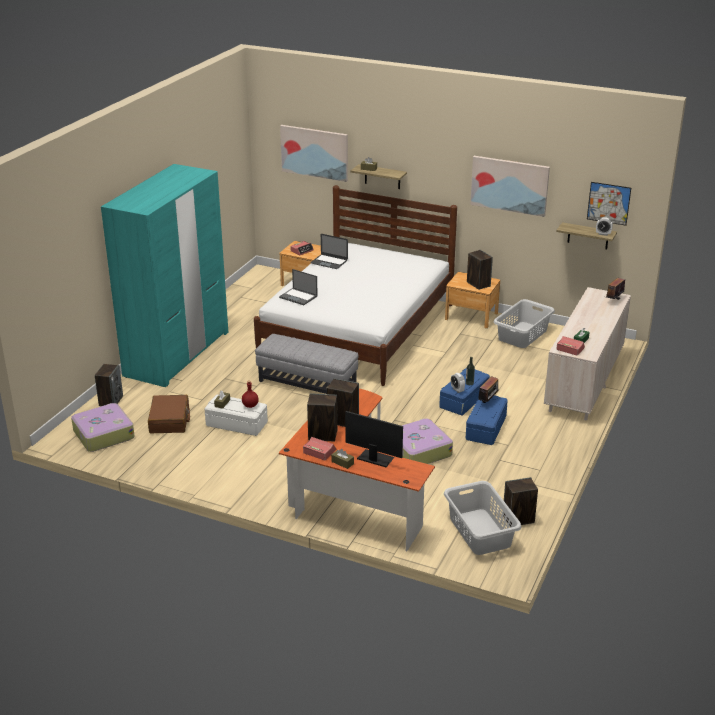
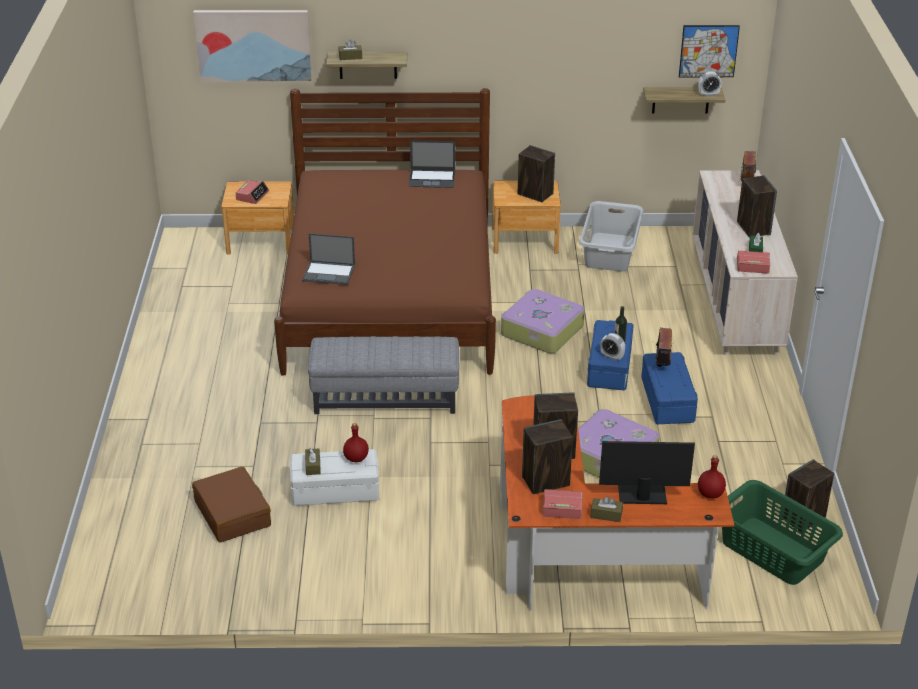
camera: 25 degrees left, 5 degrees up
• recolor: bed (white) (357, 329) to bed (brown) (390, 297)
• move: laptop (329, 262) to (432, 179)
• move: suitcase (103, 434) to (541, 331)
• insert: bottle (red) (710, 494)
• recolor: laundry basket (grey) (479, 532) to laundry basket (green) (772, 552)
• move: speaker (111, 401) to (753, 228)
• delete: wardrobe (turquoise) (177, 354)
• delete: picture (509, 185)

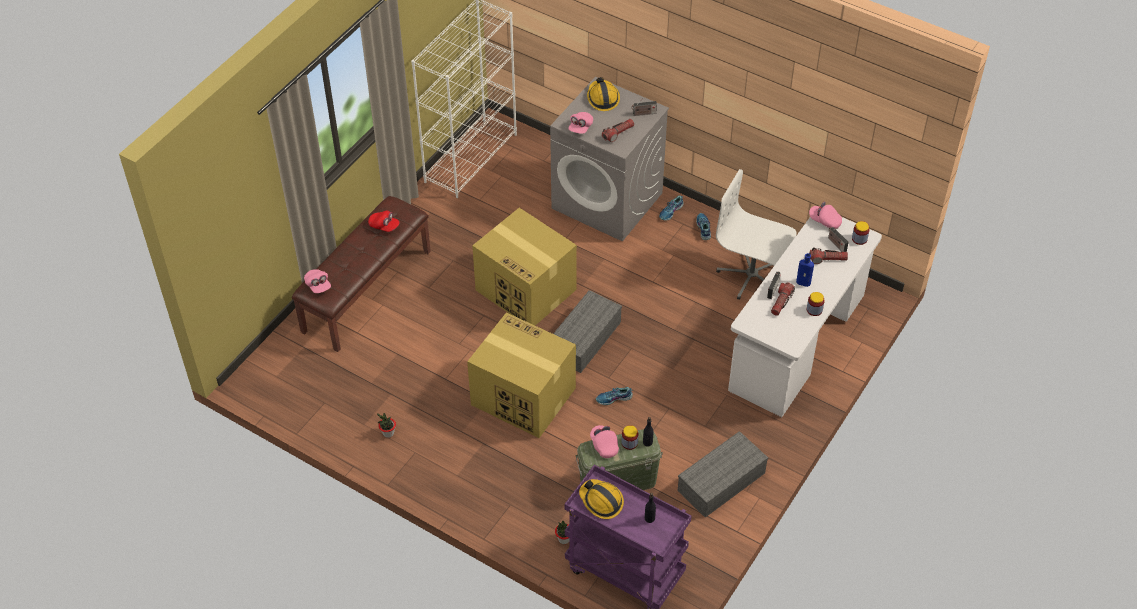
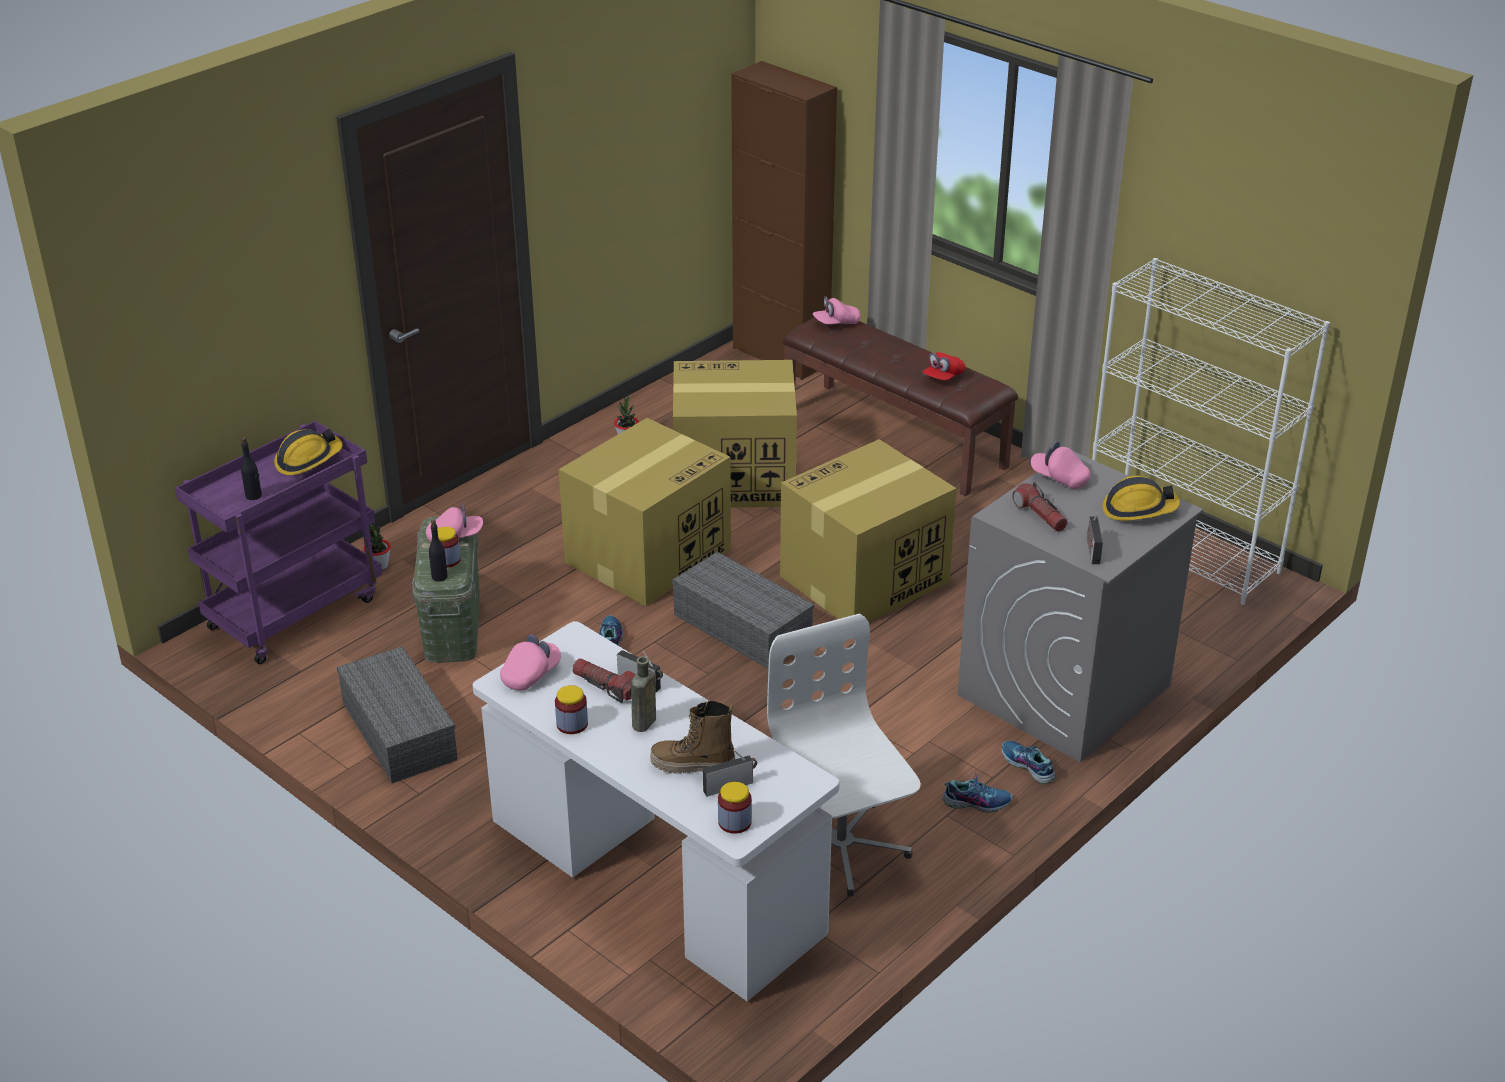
camera: 100 degrees right, 15 degrees down
• move: cap (pink) (824, 221) to (531, 674)
• recolor: bottle (blue) (804, 282) to bottle (brown) (643, 724)
• replace: flashlight (827, 259) to boot (692, 766)
• insert: cardboard box (732, 478)
• insert: cabinet (brown) (780, 356)
• rotate: office chair (white) (751, 276) = (840, 847) 60 degrees counterclockwise

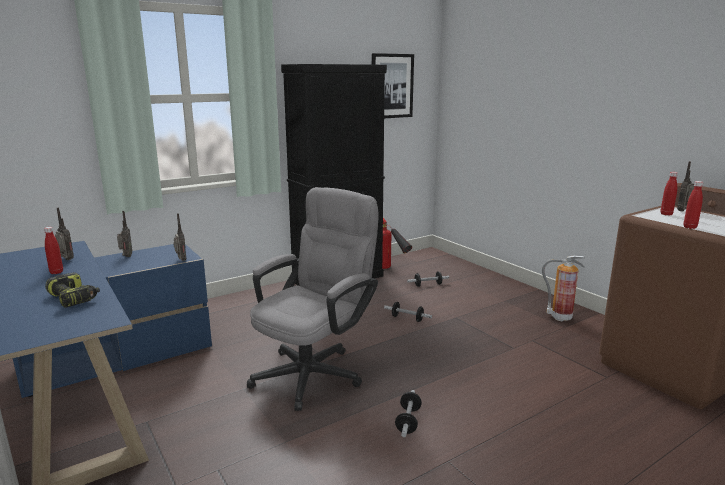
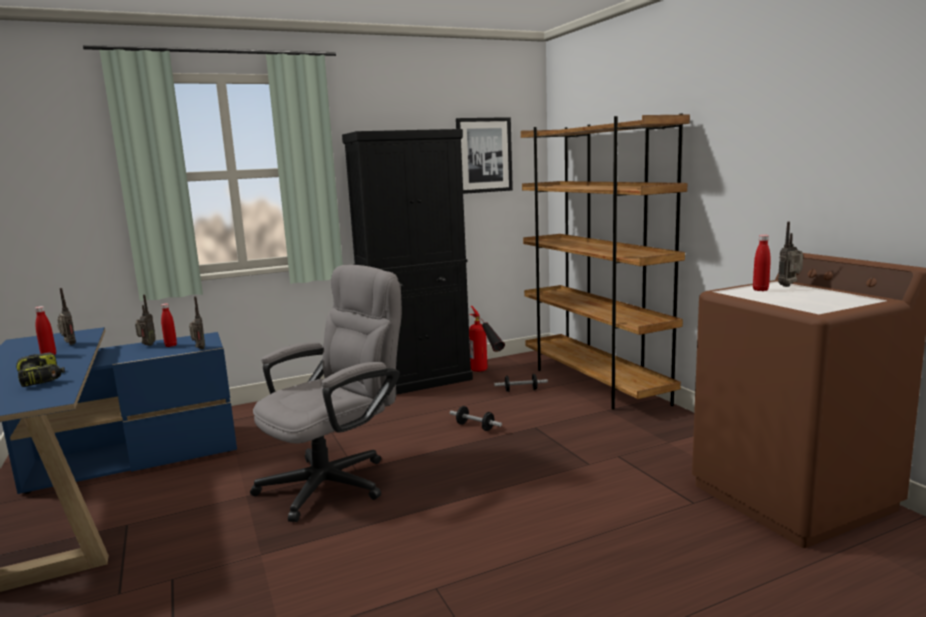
camera: 10 degrees right, 5 degrees down
• move: bottle (red) (690, 227) to (171, 345)
• insert: bookcase (brown) (594, 383)
• delete: dumbbell (408, 421)
• delete: fire extinguisher (560, 317)

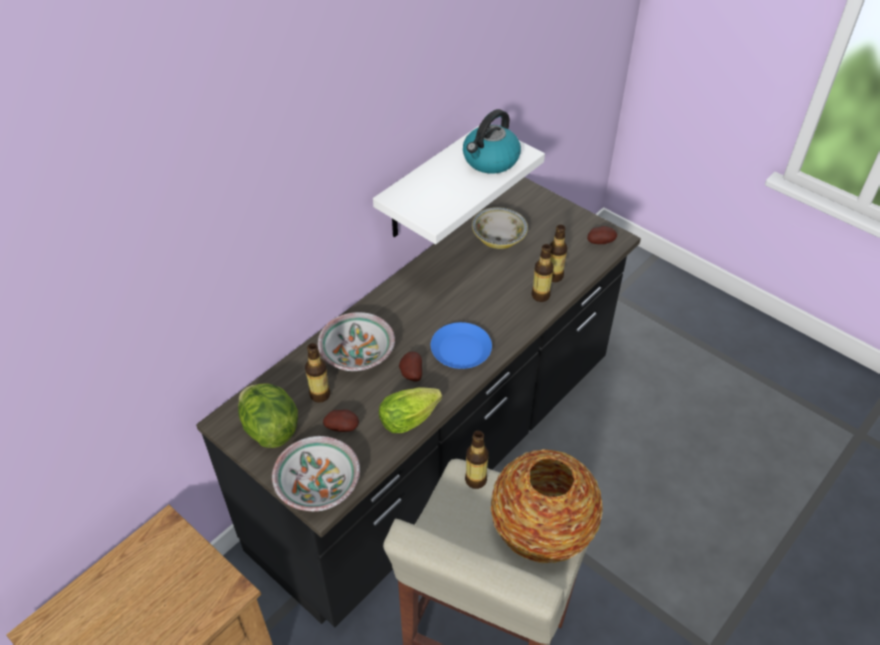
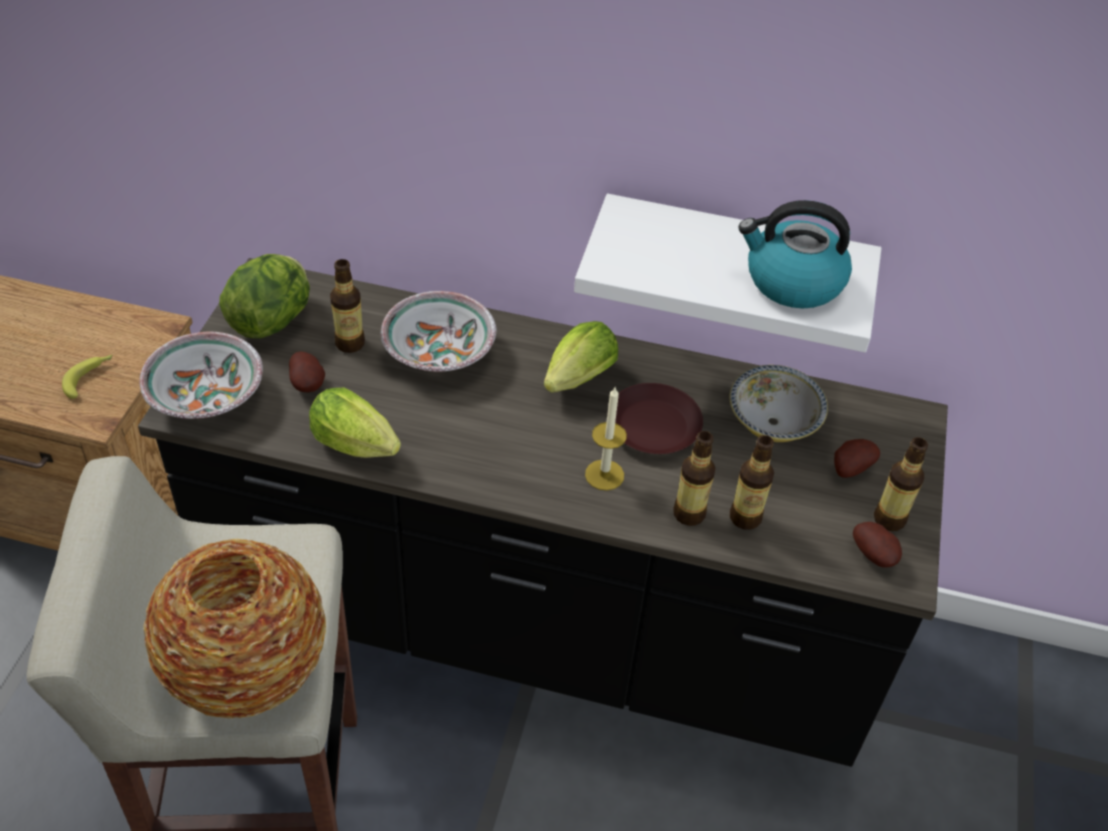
camera: 60 degrees right, 0 degrees up
• insert: banana (89, 378)
• insert: lettuce (576, 381)
• insert: candle (604, 475)
• insert: plate (brown) (652, 425)
• move: potato (410, 374) to (849, 468)
• move: bottle (475, 480) to (889, 519)
• delete: plate (blue) (460, 350)

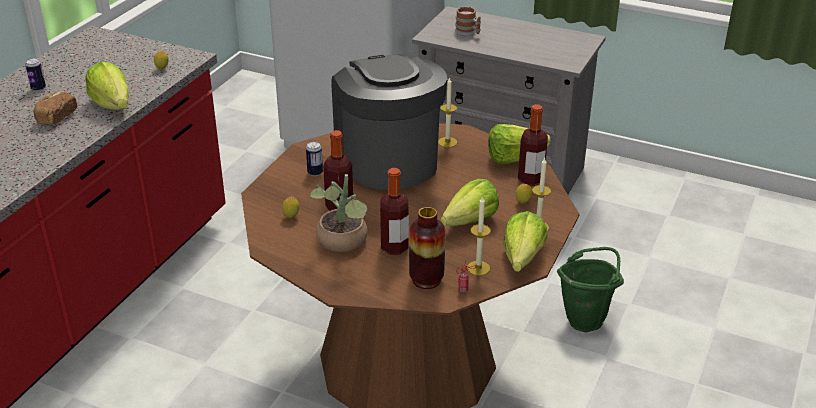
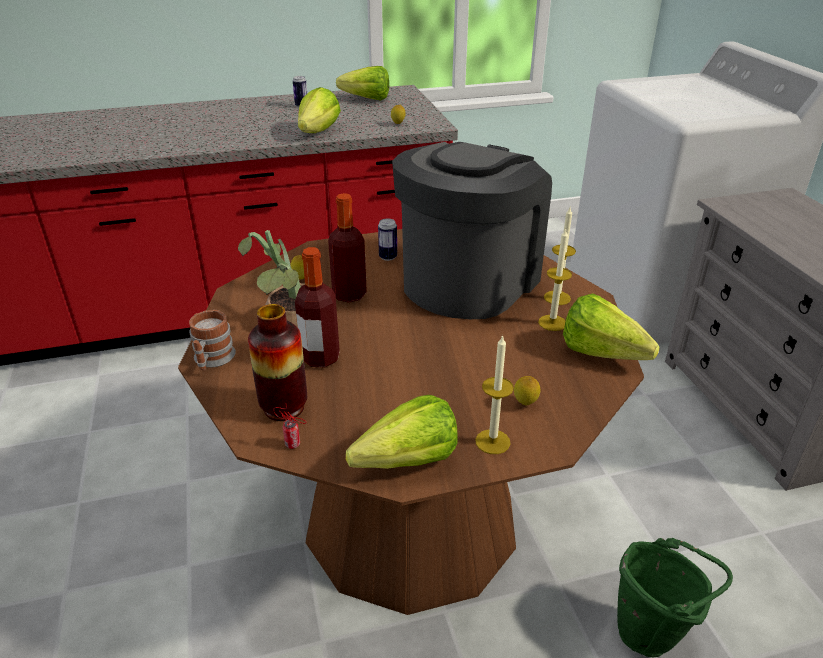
camera: 50 degrees right, 0 degrees up
• move: mug (468, 33) to (212, 360)
• move: lettuce (465, 224) to (363, 99)
• move: candle (478, 268) to (552, 323)
• delete: bread (56, 117)
• delete: bottle (530, 179)

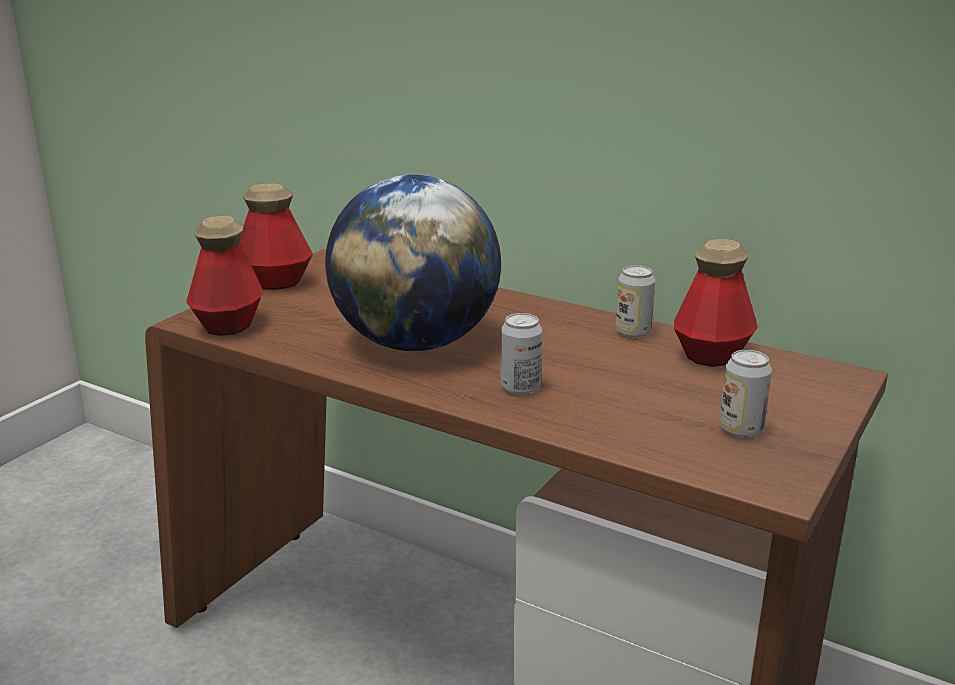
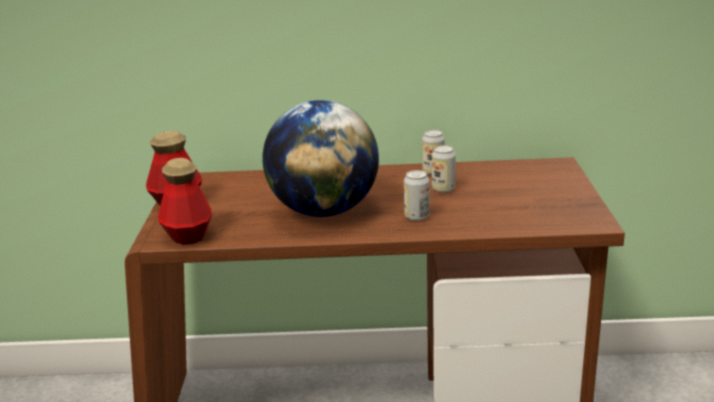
camera: 30 degrees left, 0 degrees up
• move: can (741, 430) to (443, 189)
• delete: bottle (712, 355)

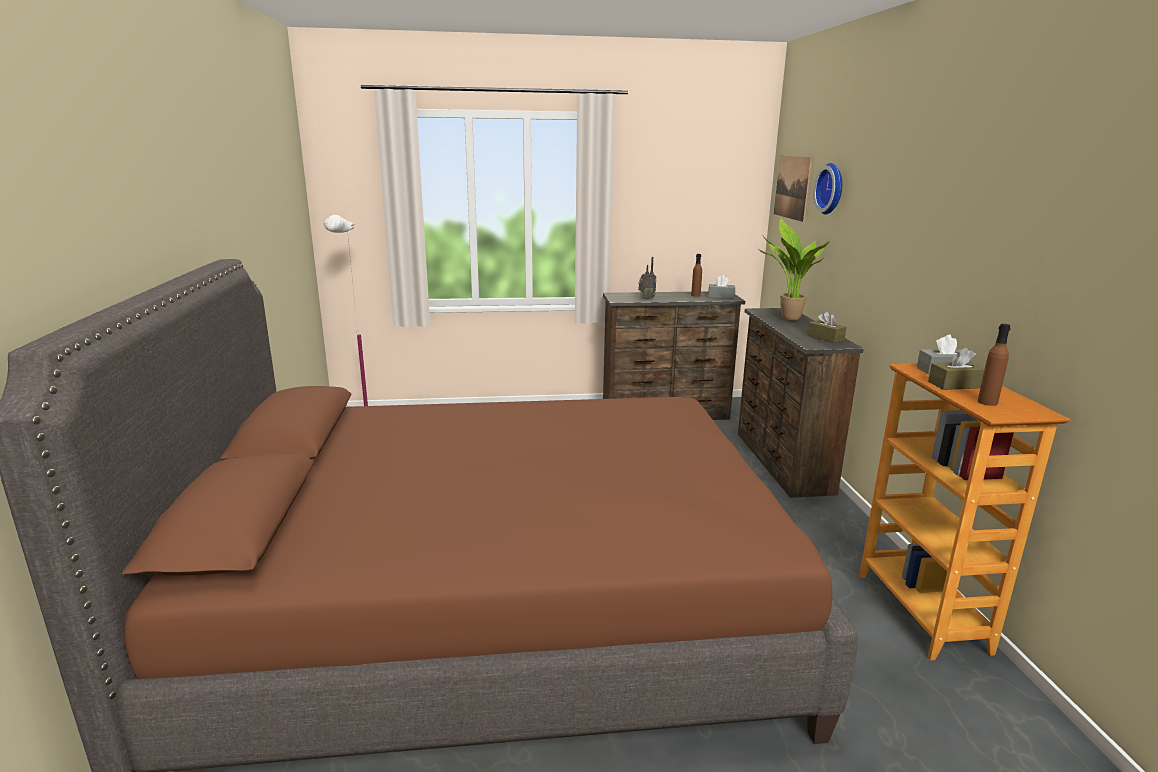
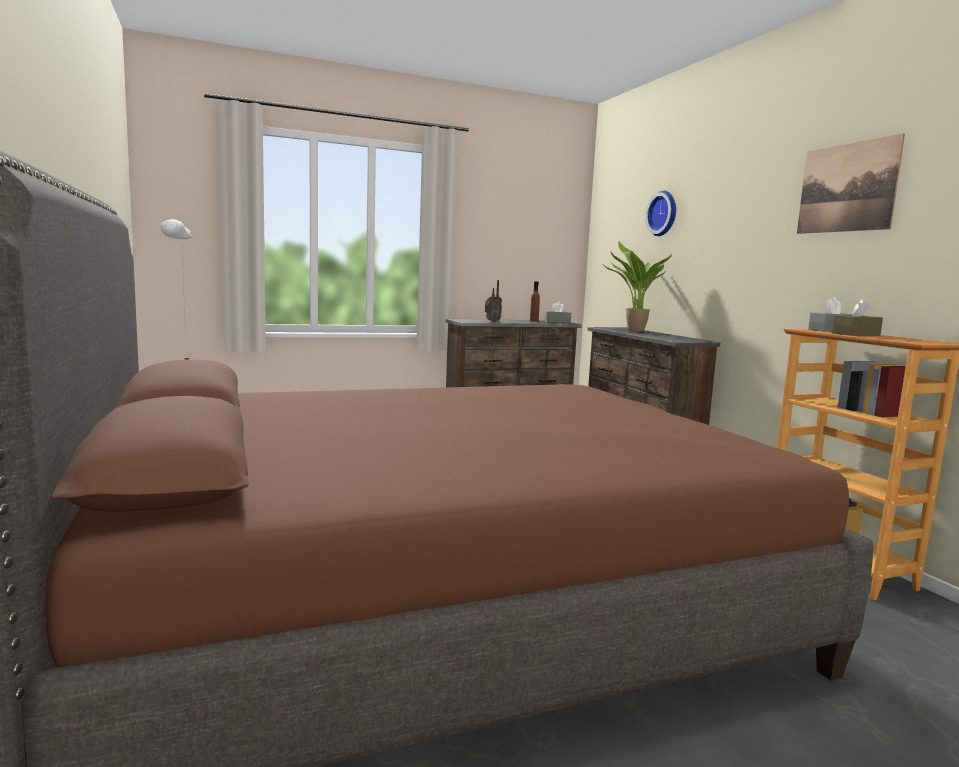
camera: 15 degrees left, 10 degrees down
• move: picture (792, 187) to (847, 188)
• delete: tissue box (brown) (825, 338)
• delete: bottle (brown) (987, 402)

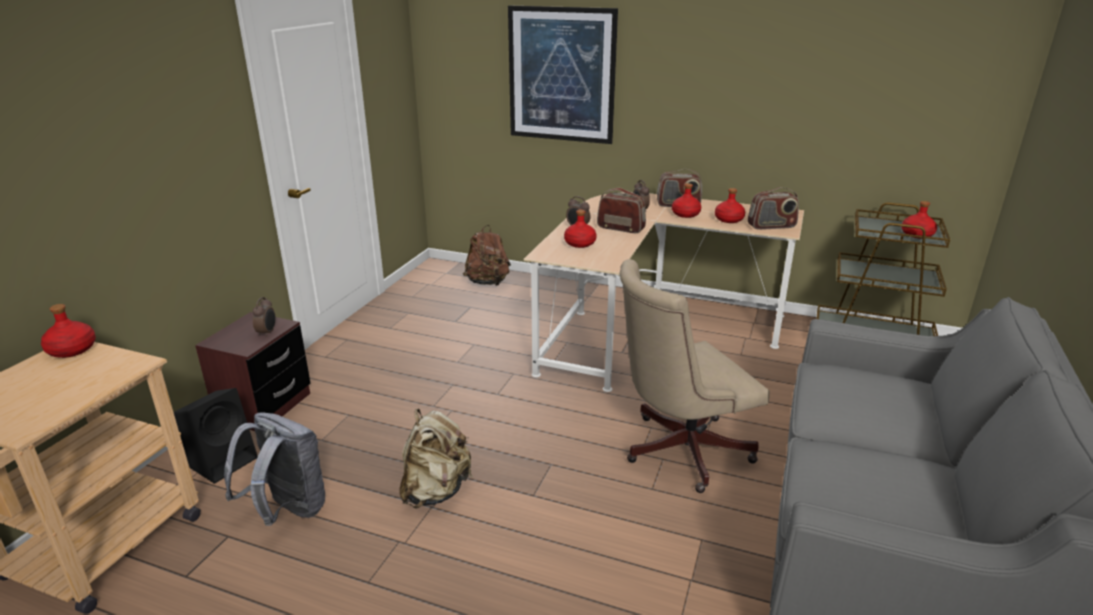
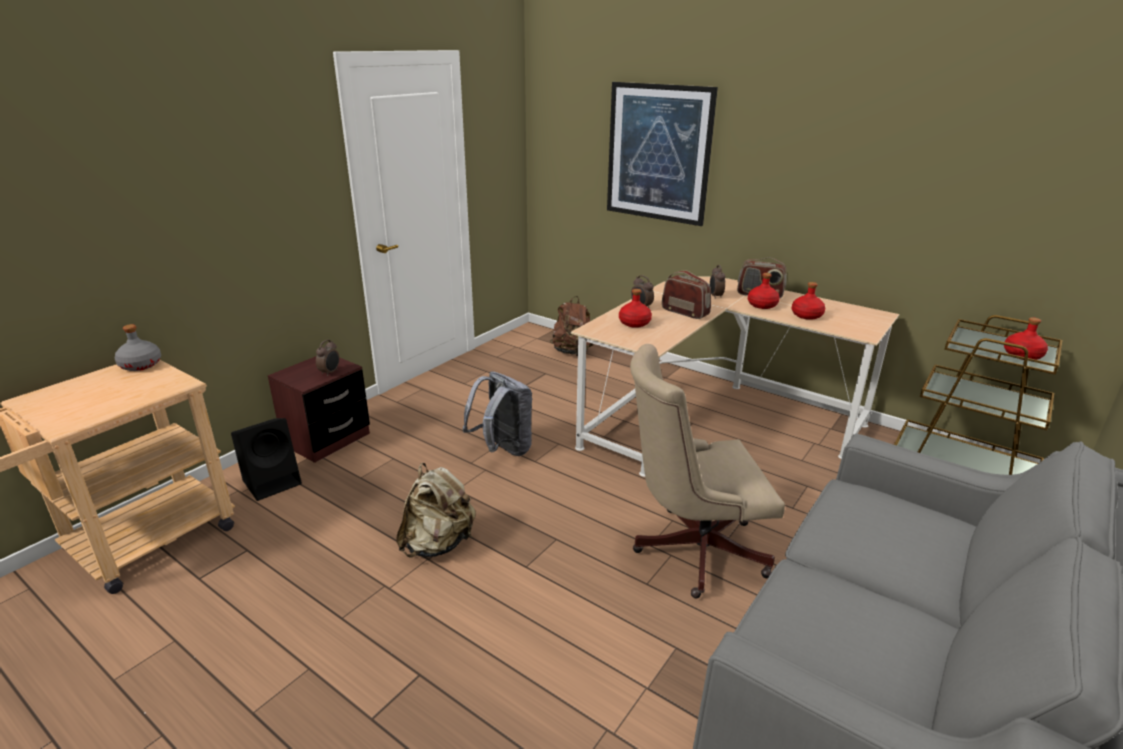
camera: 15 degrees right, 0 degrees up
• recolor: bottle (red) (72, 350) to bottle (grey) (141, 365)
• move: backpack (grey) (288, 511) to (503, 449)
• delete: radio (771, 226)

